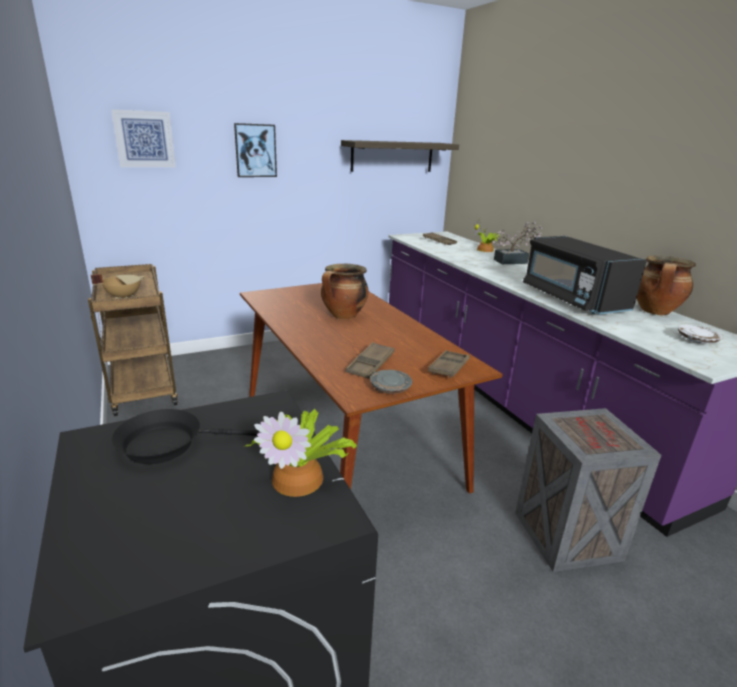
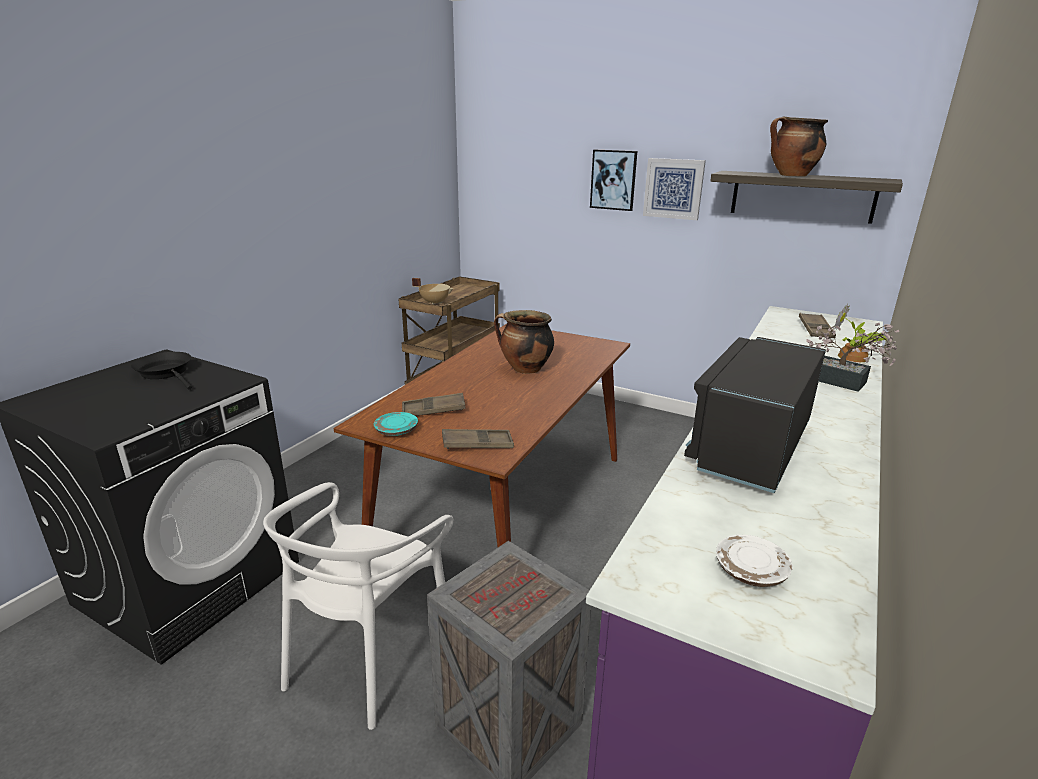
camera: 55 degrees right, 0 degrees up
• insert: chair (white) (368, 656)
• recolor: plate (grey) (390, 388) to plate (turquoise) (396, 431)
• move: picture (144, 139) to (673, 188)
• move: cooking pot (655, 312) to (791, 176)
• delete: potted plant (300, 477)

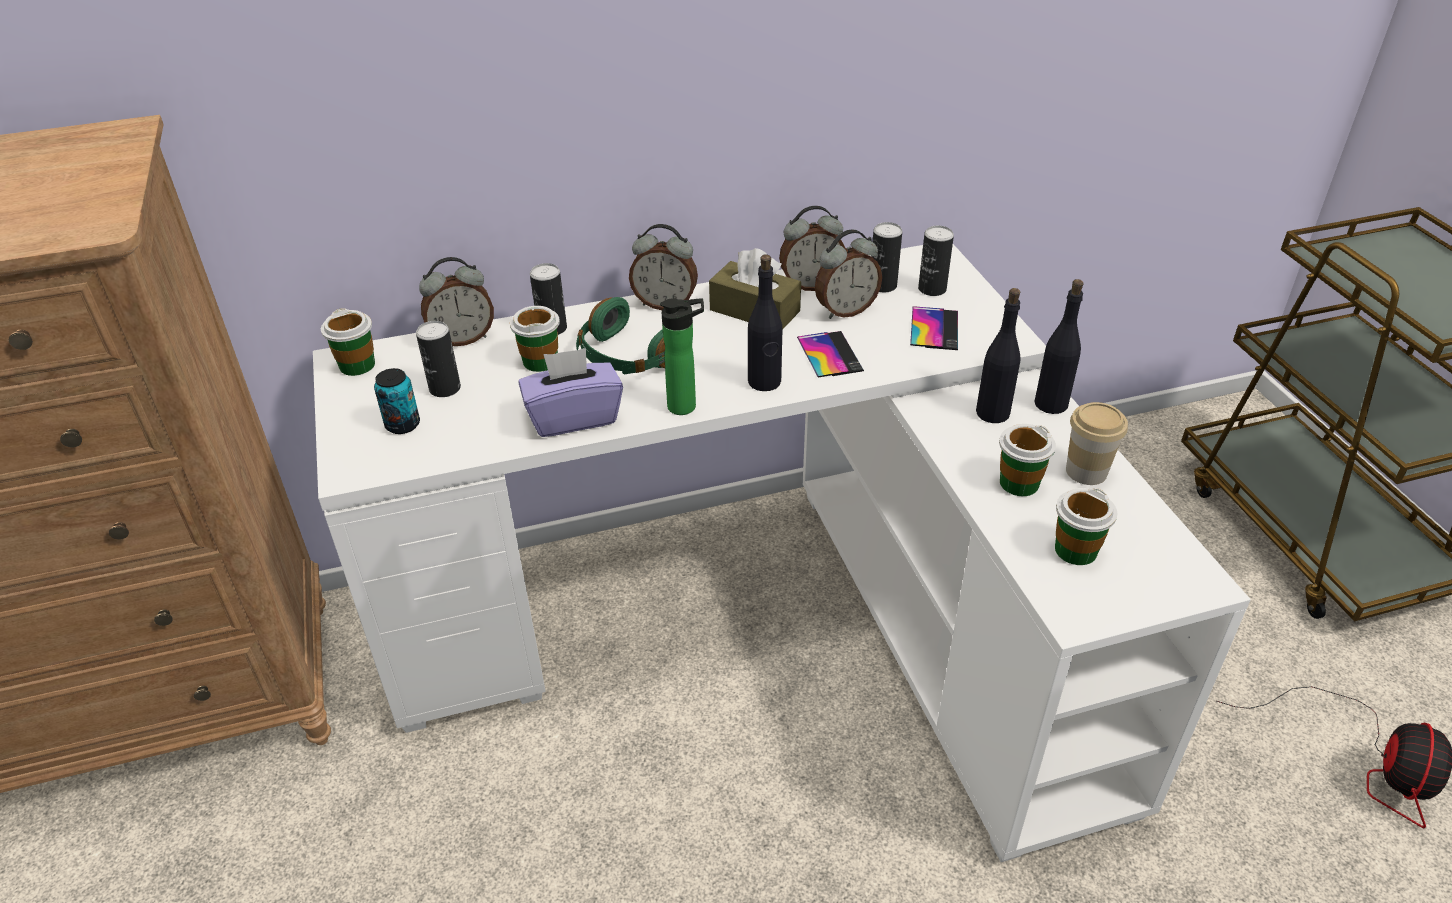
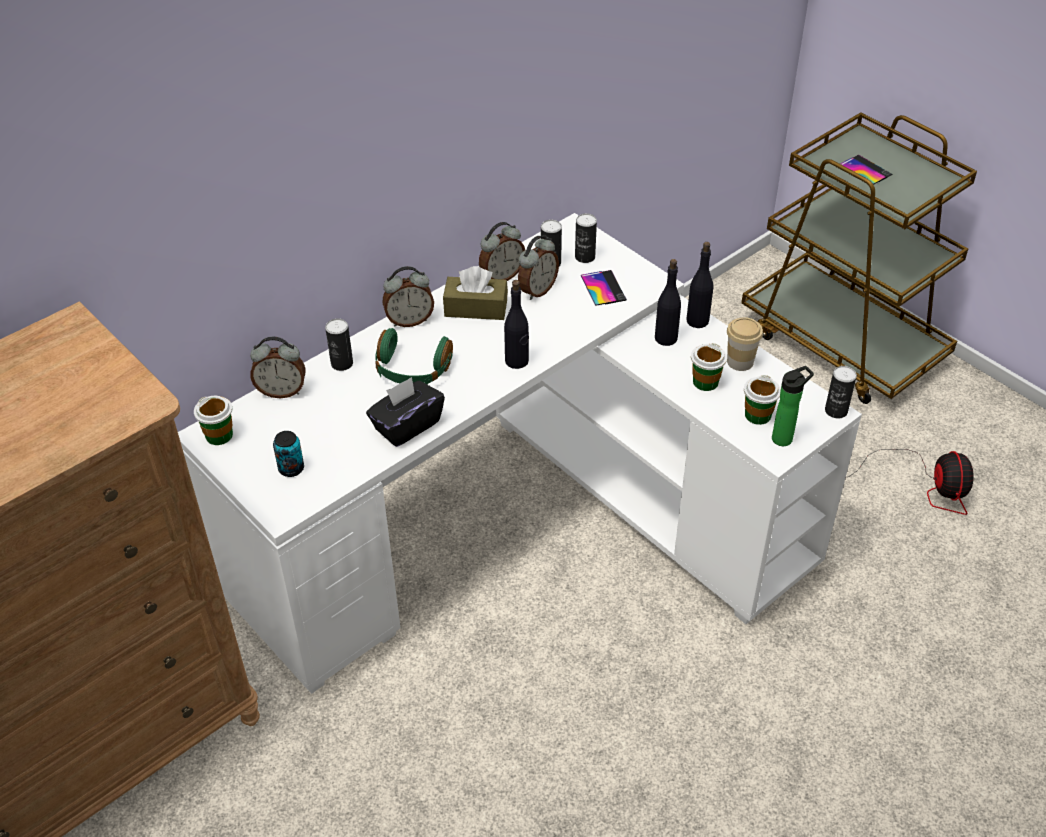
camera: 25 degrees left, 5 degrees up
• rotate: alarm clock (462, 339) = (282, 391) 45 degrees clockwise
• recolor: tissue box (purple) (573, 417) to tissue box (black) (407, 426)
• move: bottle (686, 406) to (784, 438)
• move: can (445, 388) to (836, 411)
• move: phone (829, 354) to (865, 170)
• delete: cup (540, 361)

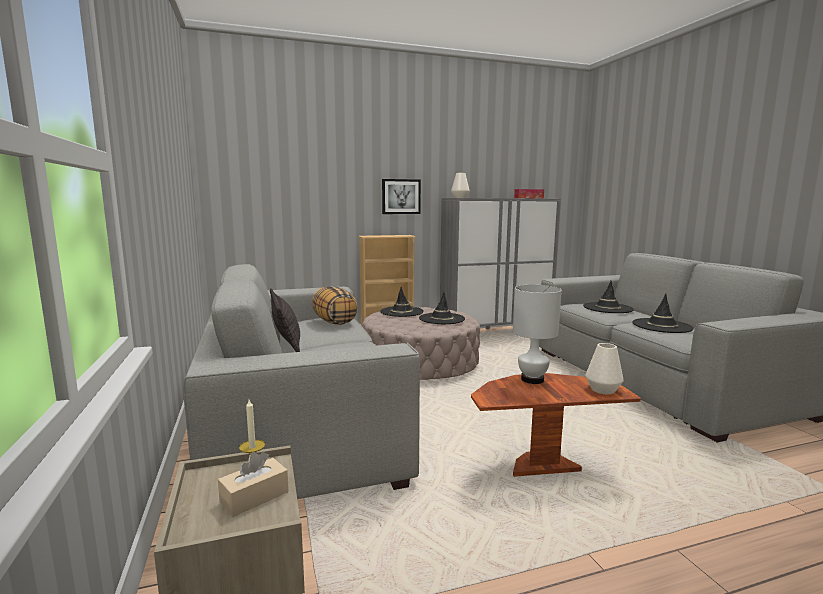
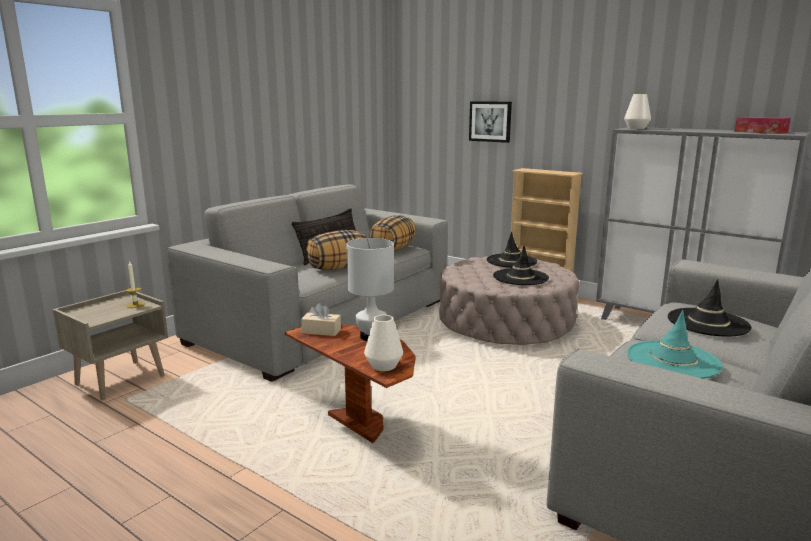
camera: 55 degrees right, 5 degrees up
• move: tissue box (beige) (254, 497) to (321, 331)
• insert: pillow (338, 268)
• move: picture (401, 196) to (490, 121)
• recolor: hat (black) (661, 326) to hat (turquoise) (672, 360)

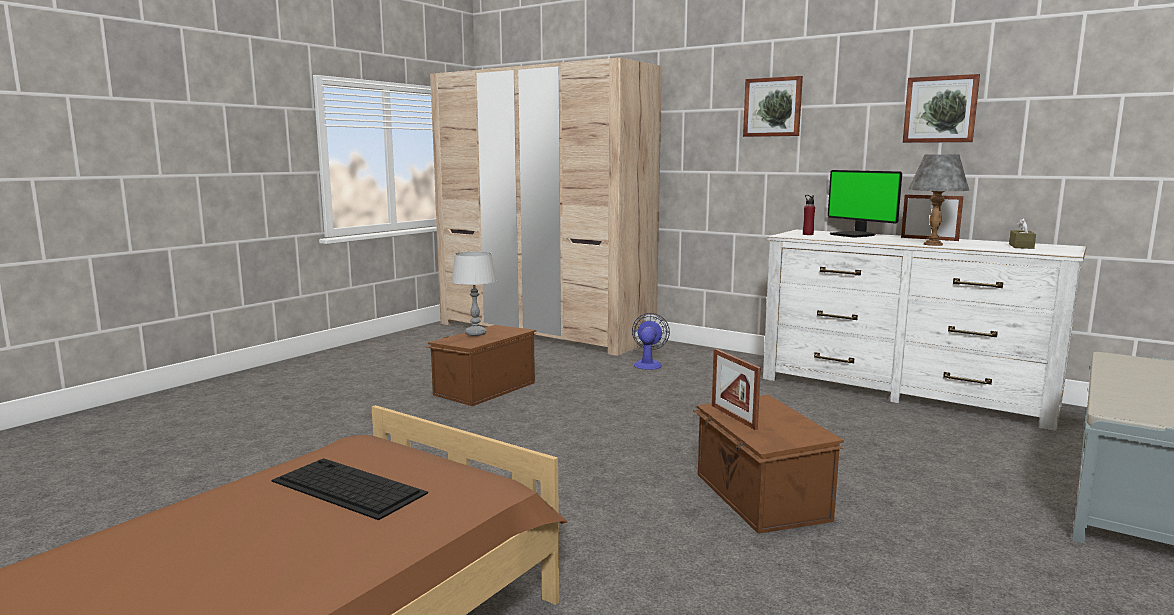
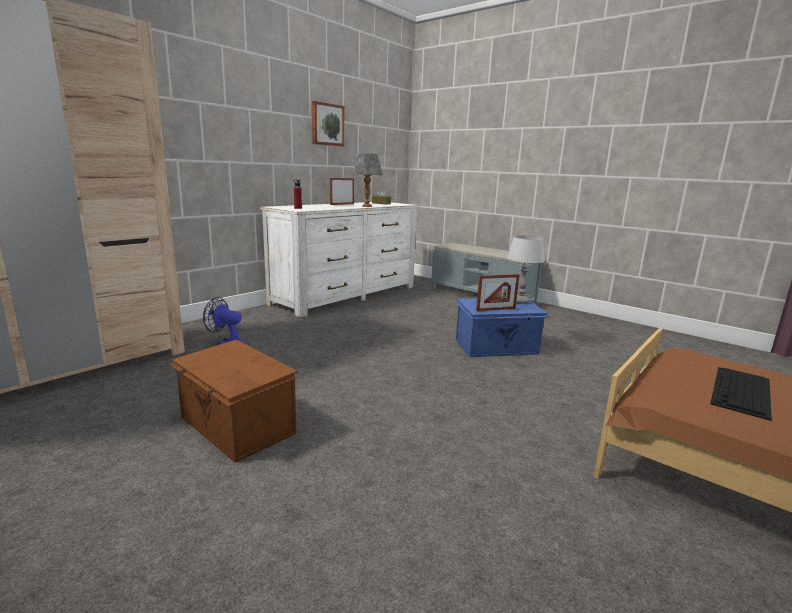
camera: 85 degrees left, 5 degrees up
• recolor: storage box (brown) (759, 497) to storage box (blue) (497, 347)
• move: table lamp (grey) (475, 334) to (520, 301)
• delete: picture (773, 107)
• delete: monitor (854, 235)

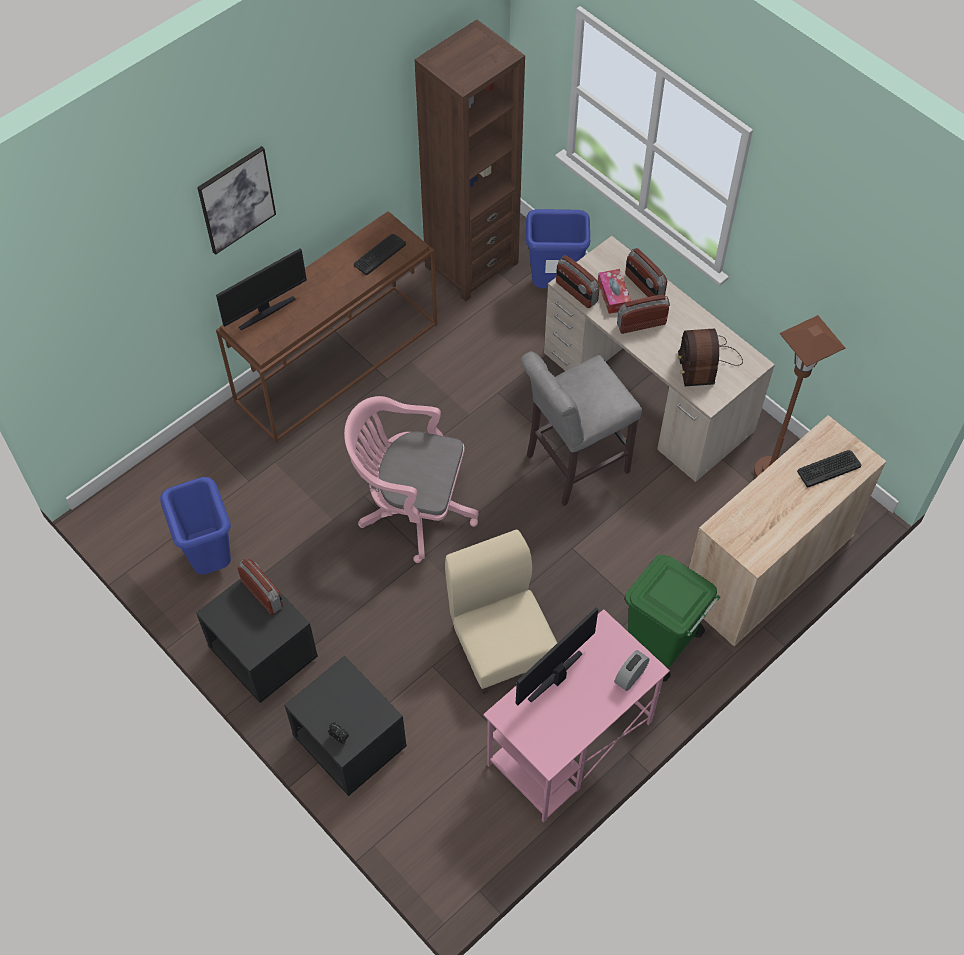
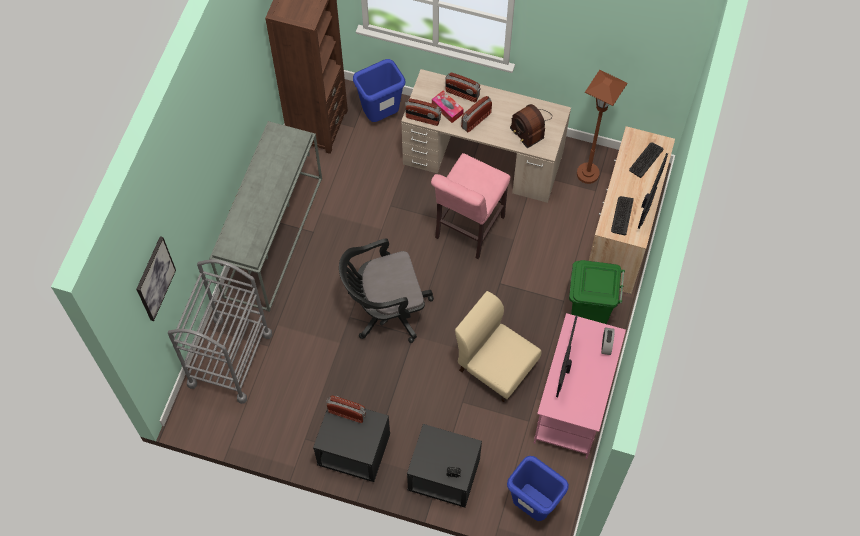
camera: 30 degrees left, 5 degrees up
• move: picture (236, 200) to (155, 278)
• insert: cart (grey) (230, 359)
• recolor: console table (brown) (337, 361) to console table (grey) (272, 236)
• recolor: office chair (pink) (411, 508) to office chair (black) (385, 309)
• recolor: stool (grey) (572, 465) to stool (pink) (467, 230)
• move: trash can (blue) (211, 560) to (533, 506)
• move: keyboard (379, 254) to (622, 215)
• move: monitor (266, 312) to (646, 205)

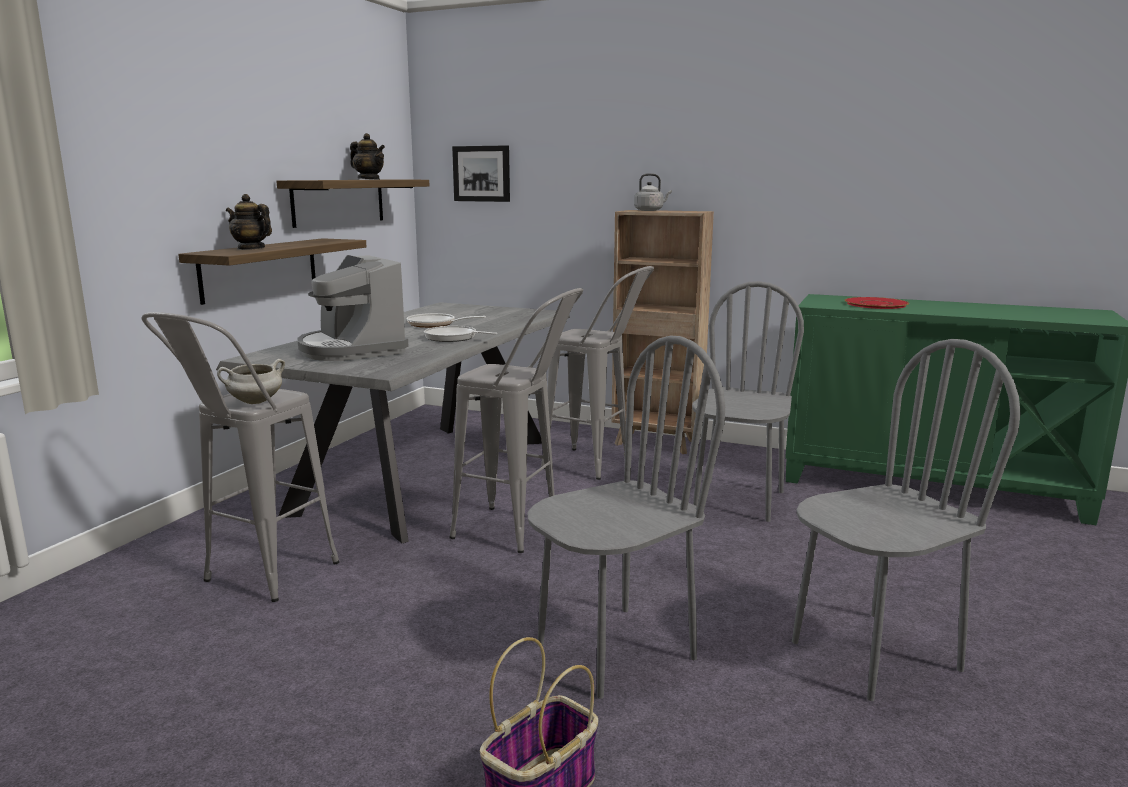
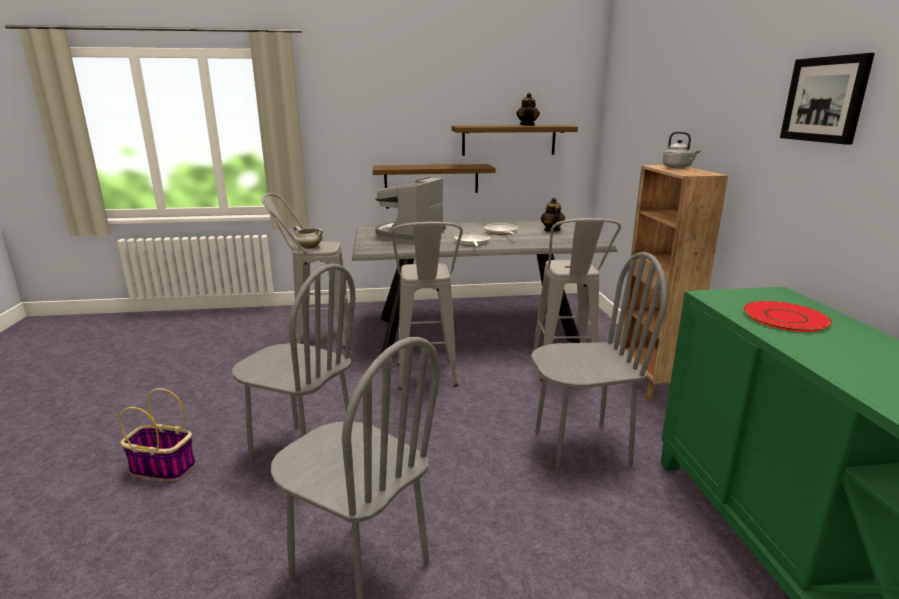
camera: 60 degrees right, 5 degrees up
• move: teapot (251, 248) to (551, 230)
• move: picture (482, 173) to (825, 99)

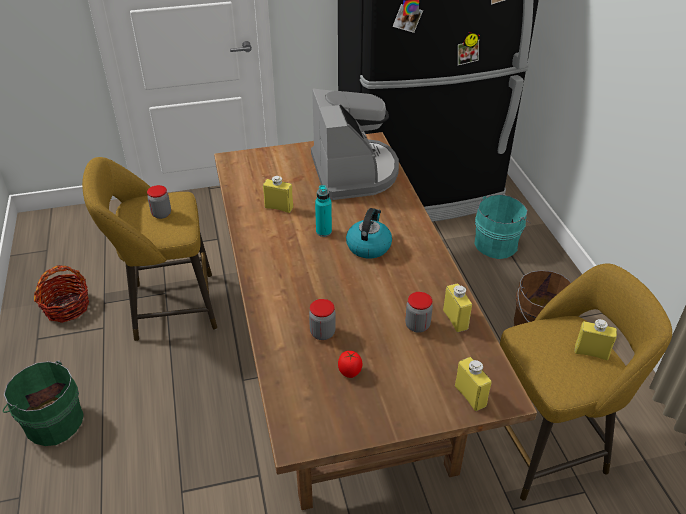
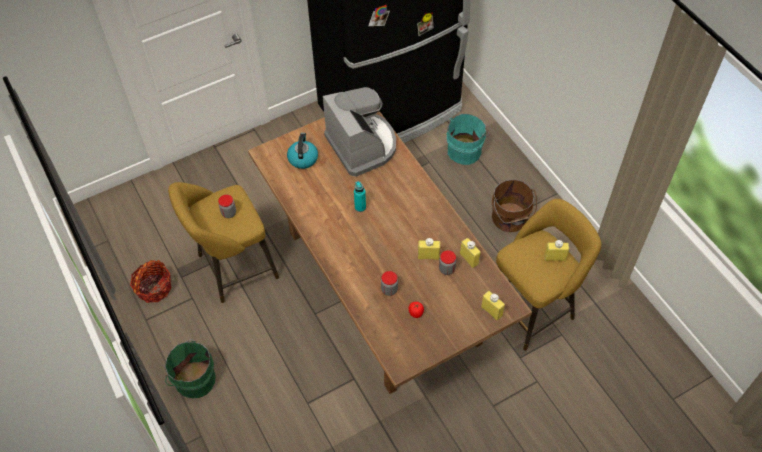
camera: 15 degrees left, 15 degrees up
• move: kettle (368, 246) to (303, 158)
• move: bottle (yellow) (279, 207) to (428, 256)

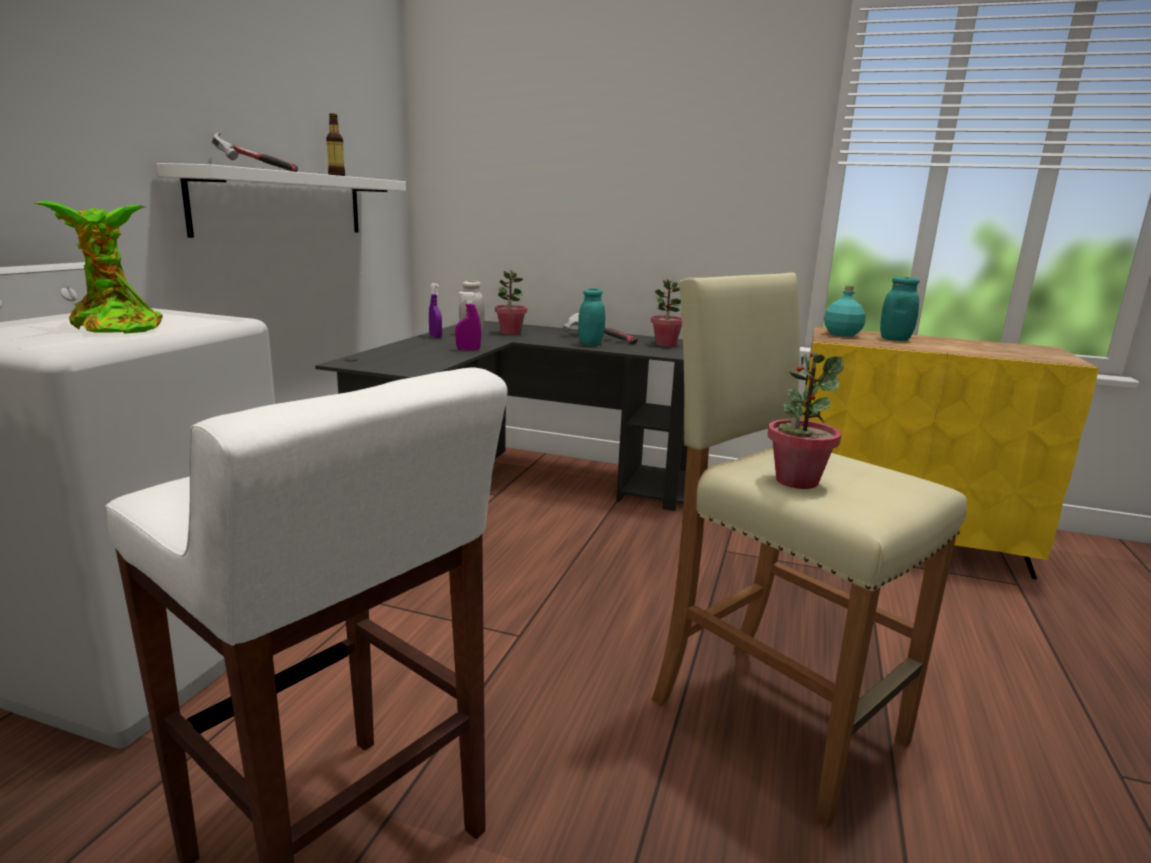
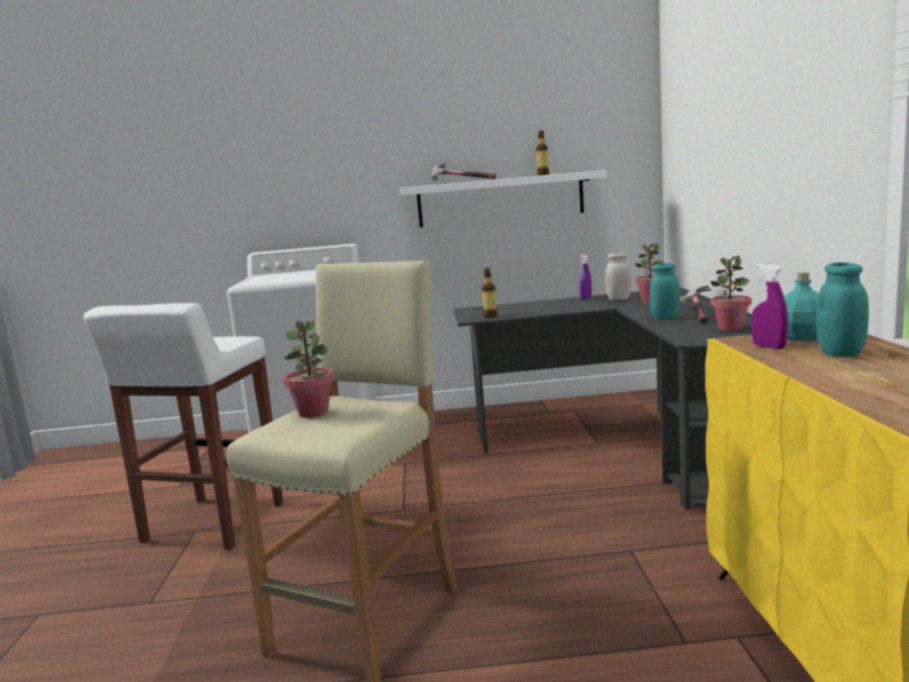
camera: 70 degrees right, 5 degrees down
• insert: bottle (490, 316)
• move: spray bottle (purple) (468, 349) to (769, 346)
• delete: potted plant (114, 328)

